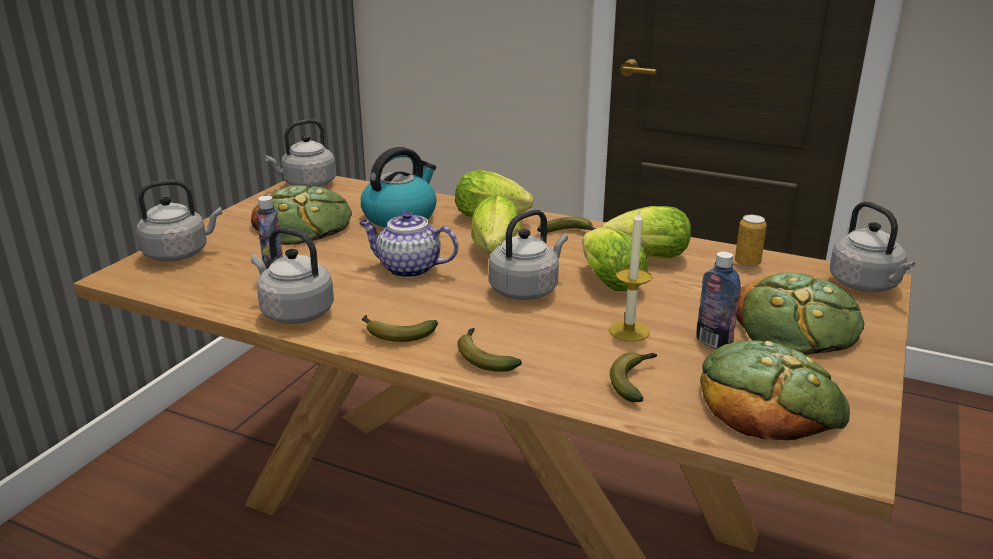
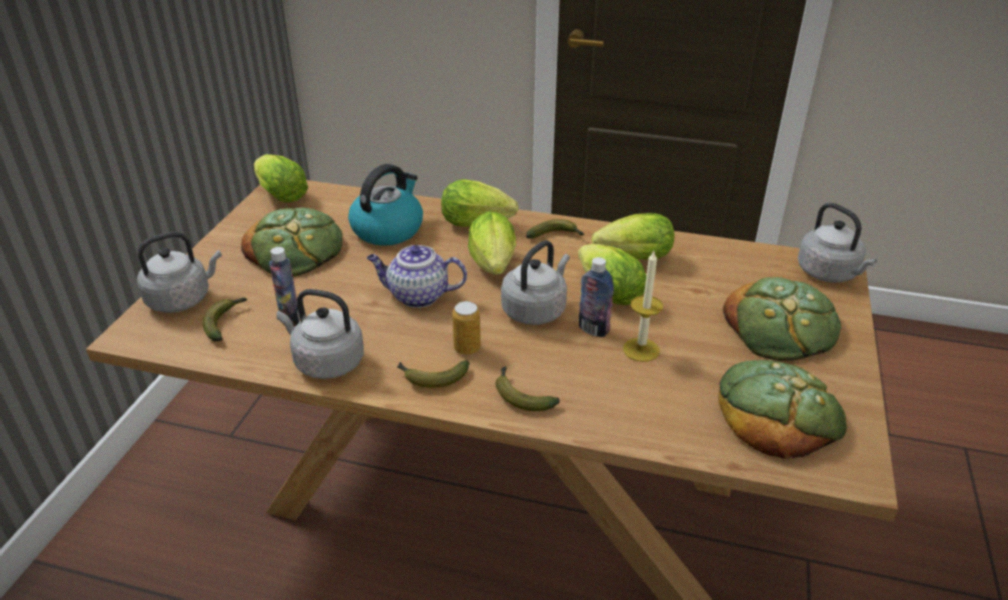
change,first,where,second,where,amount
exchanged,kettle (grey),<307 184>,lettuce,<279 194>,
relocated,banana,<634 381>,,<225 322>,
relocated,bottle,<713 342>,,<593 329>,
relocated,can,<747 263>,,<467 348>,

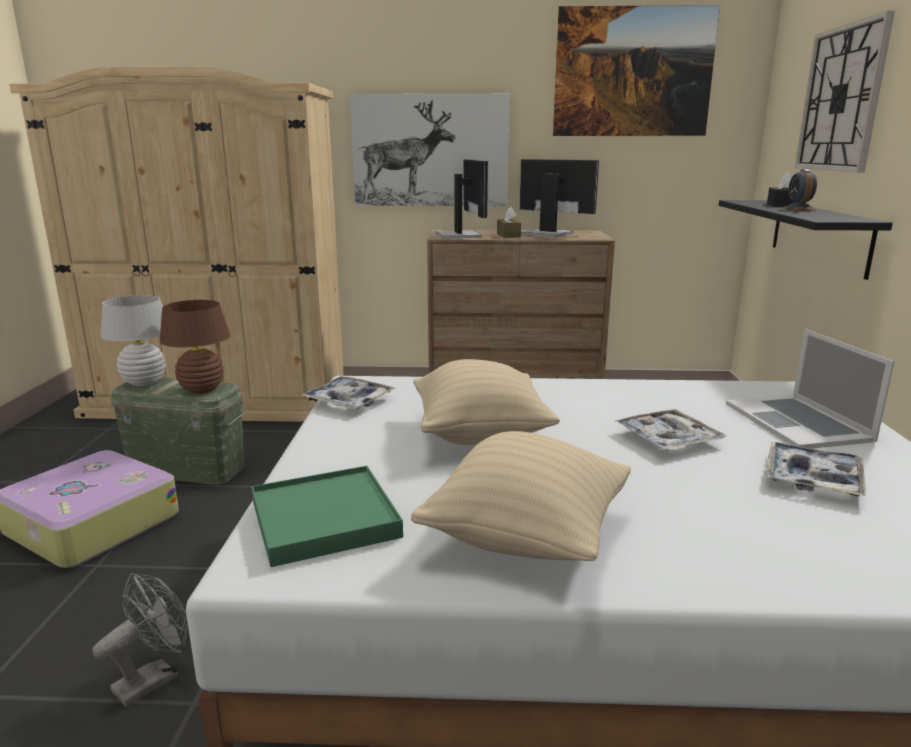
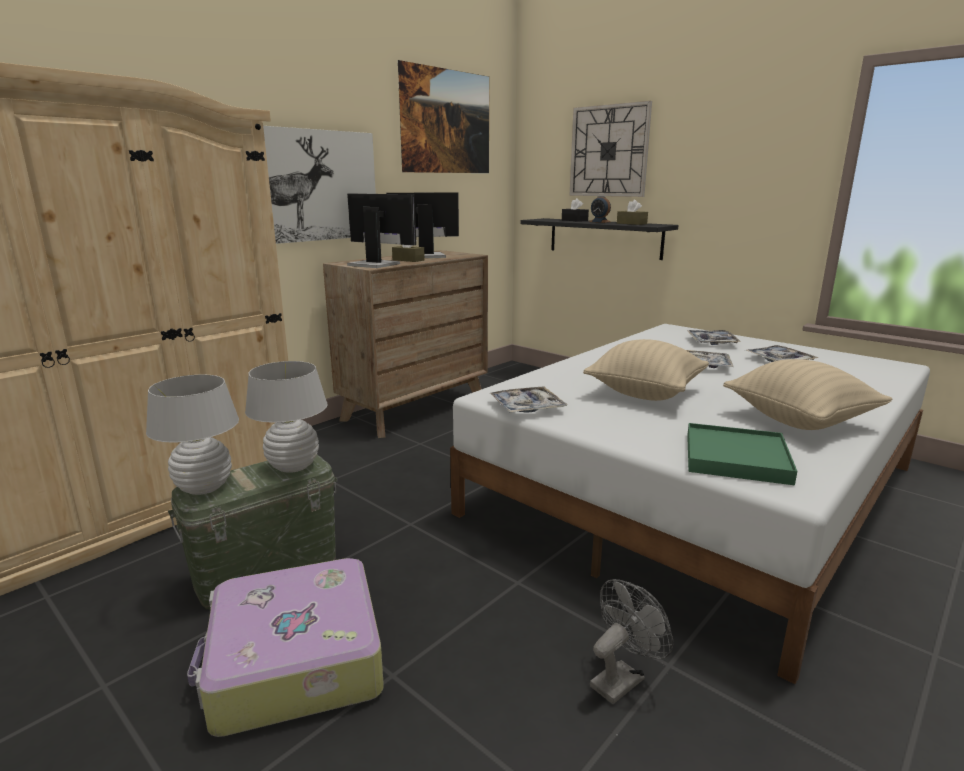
change,first,where,second,where,amount
spun,fan (grey),<154 678>,,<622 678>,60 degrees clockwise
colour,table lamp (brown),<202 389>,table lamp (white),<293 466>,
exchanged,laptop,<797 422>,tray,<712 342>,
appeared,,,tissue box (brown),<631 223>,

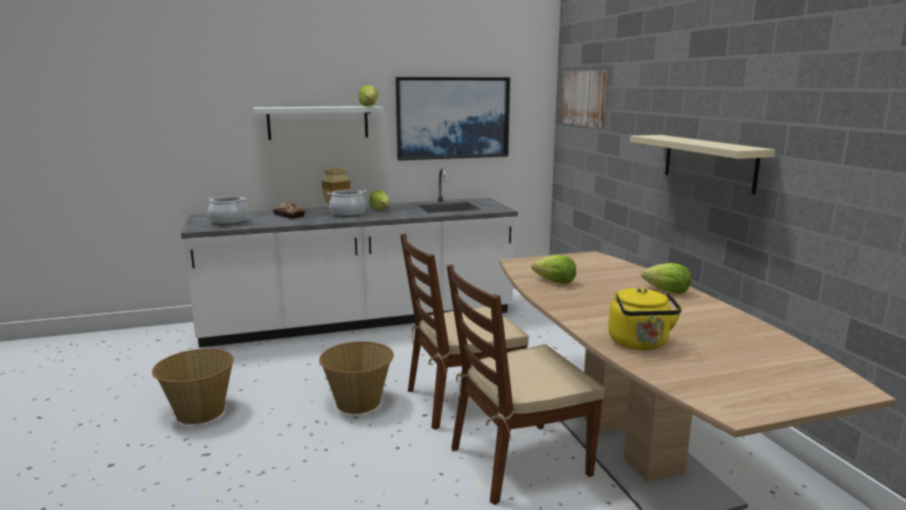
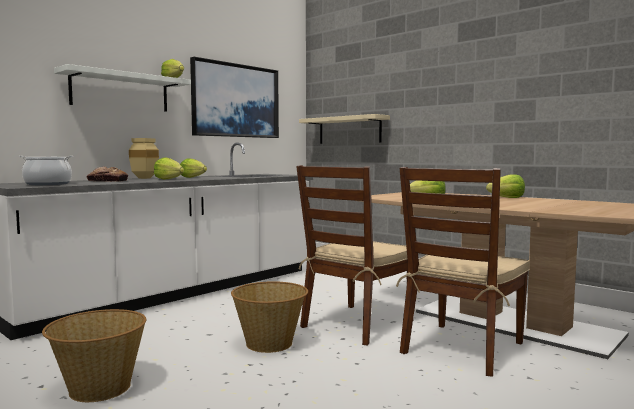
change,first,where,second,where,amount
exchanged,cooking pot,<347 214>,lettuce,<168 179>,
missing,picture,<584 98>,,,
missing,kettle (yellow),<640 344>,,,
relocated,shelf (beige),<708 162>,,<349 130>,

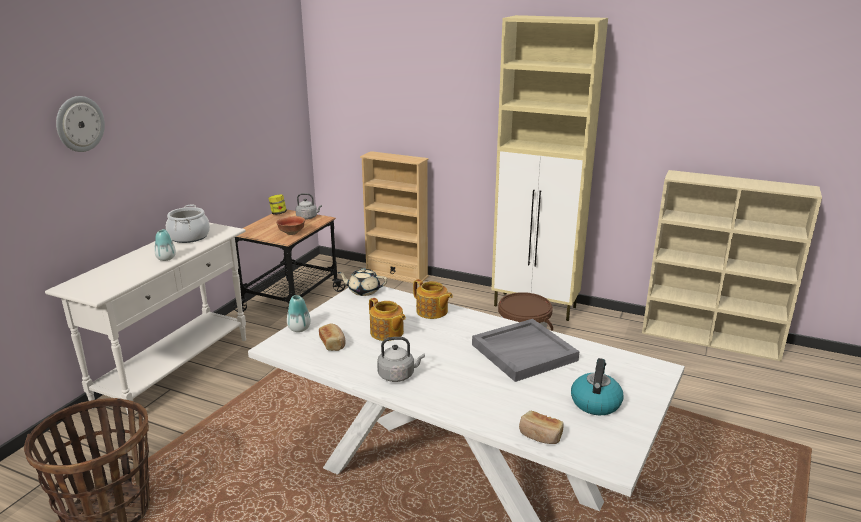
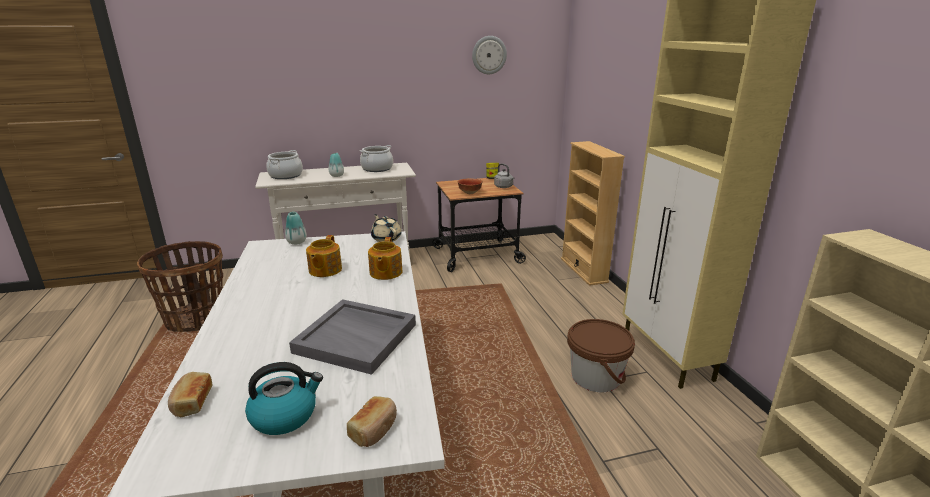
change,first,where,second,where,amount
relocated,wall clock,<79 124>,,<489 55>,
relocated,bread,<333 343>,,<374 430>,
missing,kettle (grey),<398 375>,,,
appeared,,,cooking pot,<286 175>,

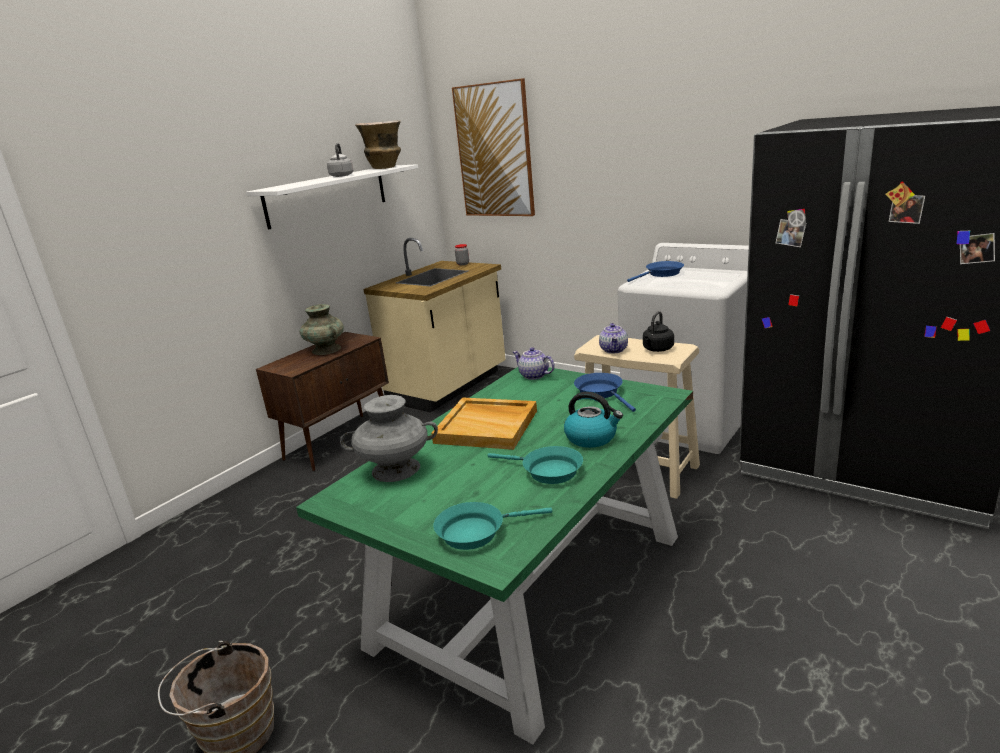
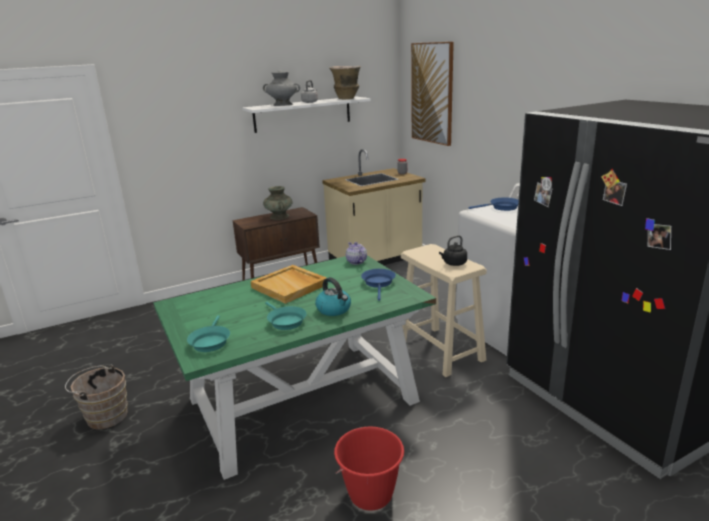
change,first,where,second,where,amount
relocated,vase (grey),<395 469>,,<282 104>,
spun,frying pan (turquoise),<476 531>,,<210 341>,105 degrees counterclockwise
missing,teapot,<614 350>,,,
appeared,,,bucket (red),<371 494>,

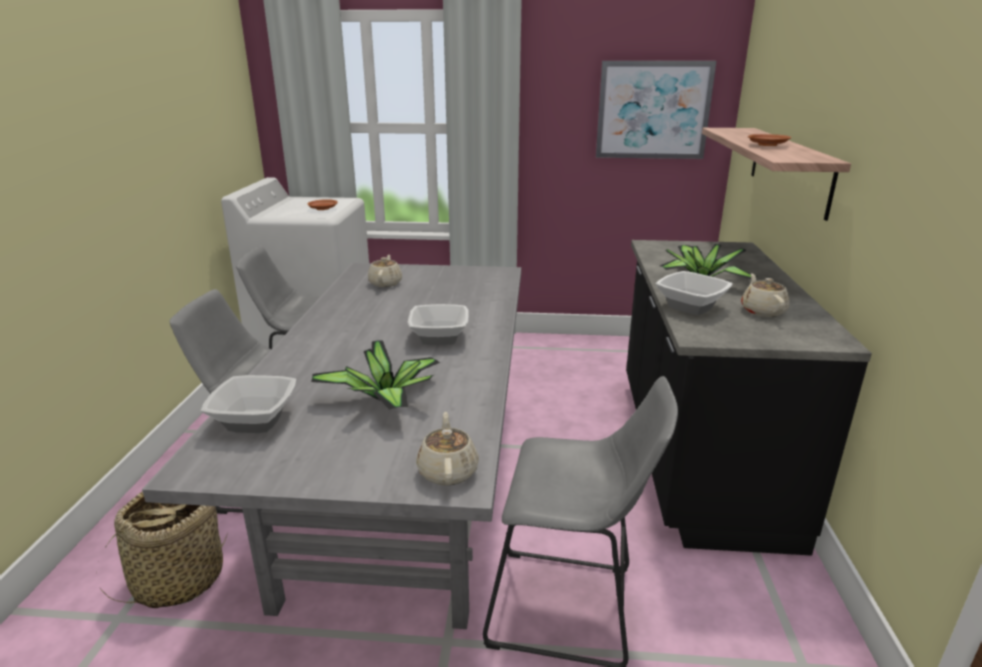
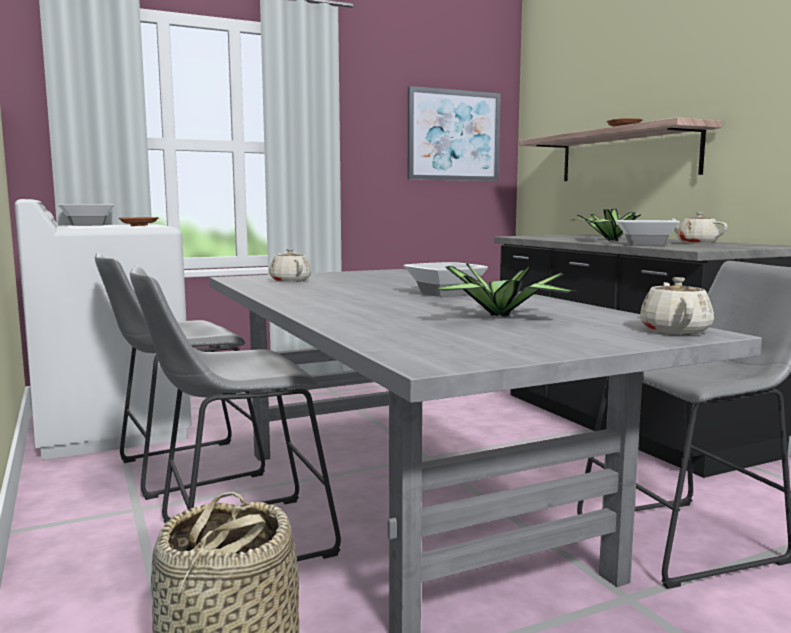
change,first,where,second,where,amount
relocated,bowl,<255 422>,,<88 225>,
spun,teapot (beige),<448 471>,,<674 331>,45 degrees clockwise

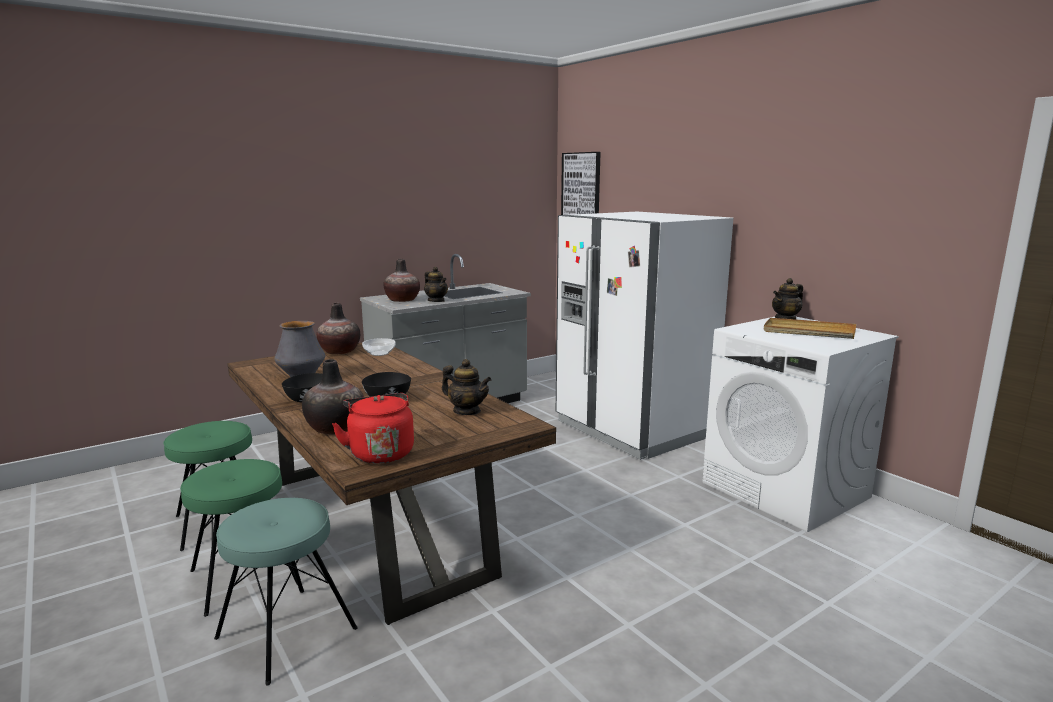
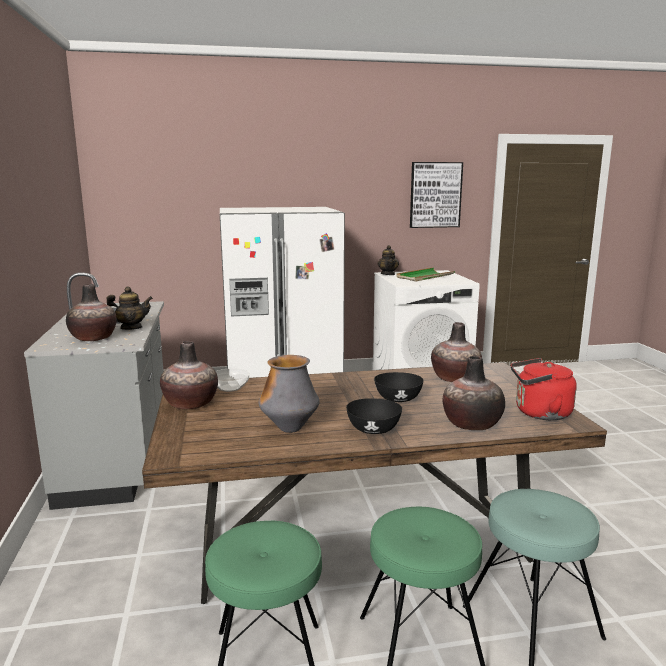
change,first,where,second,where,amount
exchanged,teapot,<467 411>,vase,<455 378>,
relocated,picture,<581 186>,,<435 195>,
colour,tray (beige),<808 332>,tray (green),<424 277>,

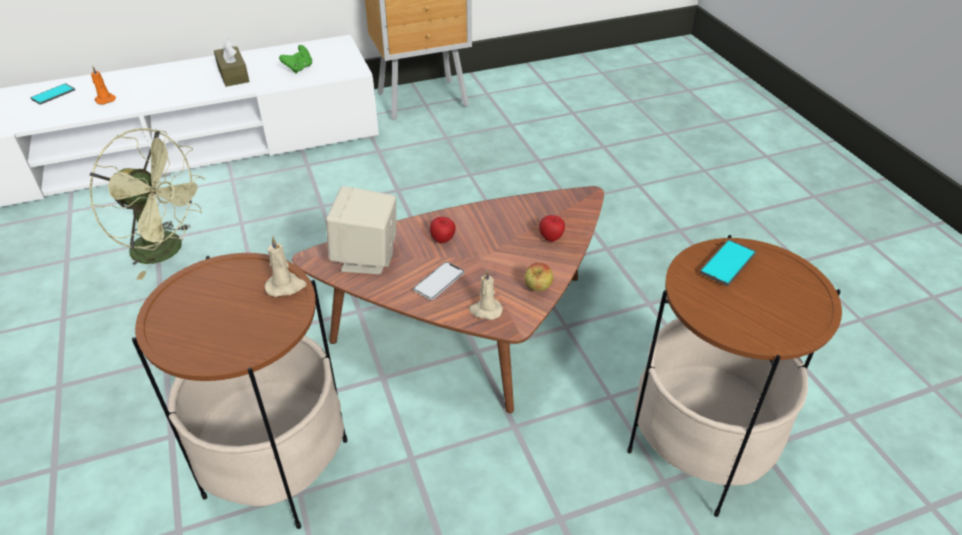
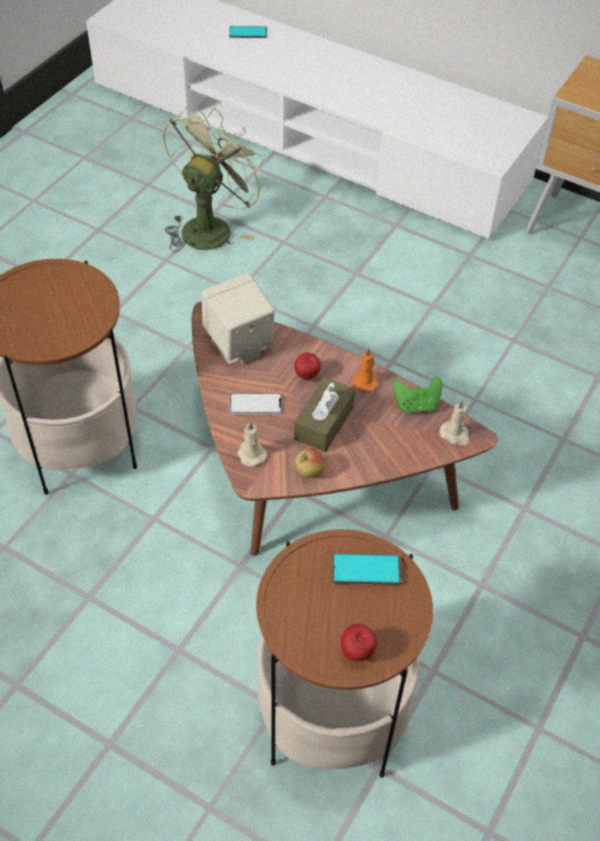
change,first,where,second,where,amount
spun,fan (green),<167 250>,,<211 226>,135 degrees counterclockwise
relocated,candle (orange),<105 99>,,<365 381>,
relocated,tissue box (brown),<233 75>,,<324 423>,
relocated,candle (beige),<286 286>,,<455 435>,
relocated,game controller (green),<299 68>,,<416 404>,
relocated,apple,<551 238>,,<357 652>,

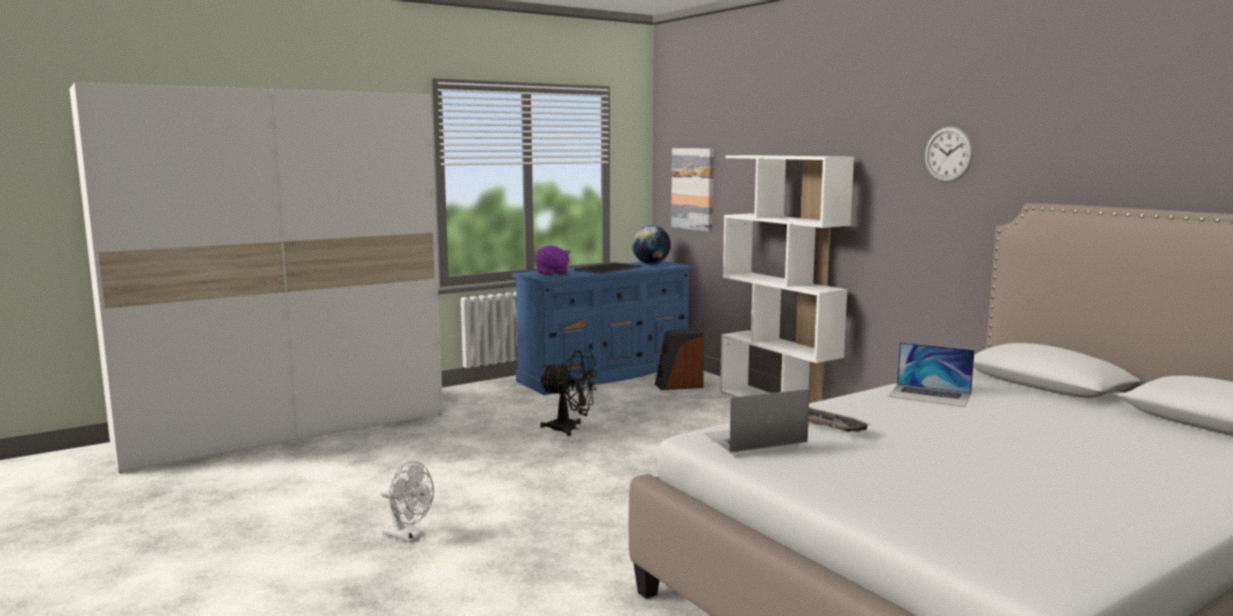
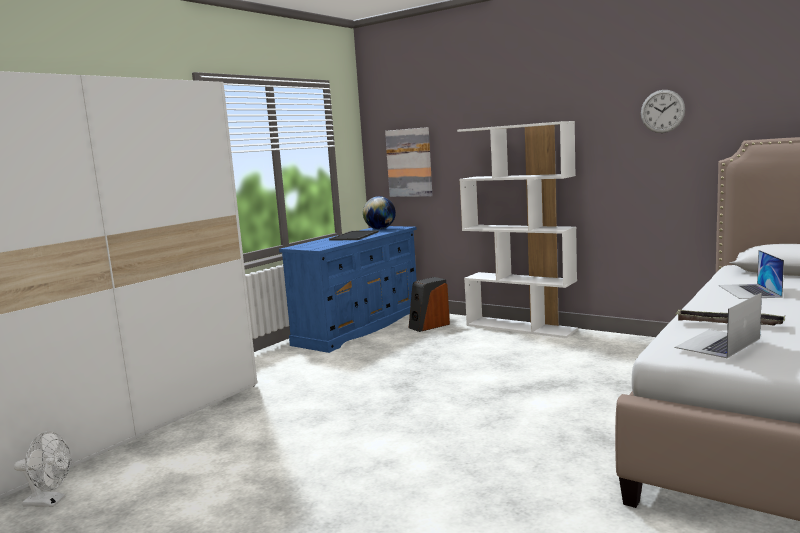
change,first,where,second,where,amount
relocated,fan (white),<408 536>,,<50 501>,
missing,plush toy (purple),<552 273>,,,
missing,fan (black),<571 429>,,,
spun,laptop,<930 395>,,<749 291>,90 degrees clockwise

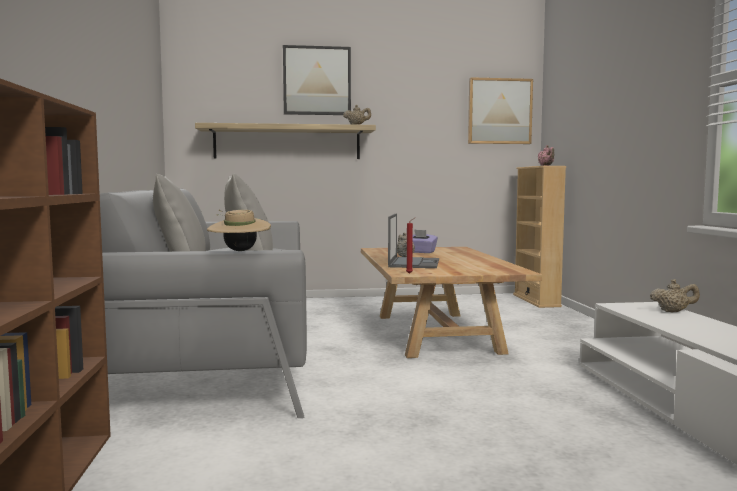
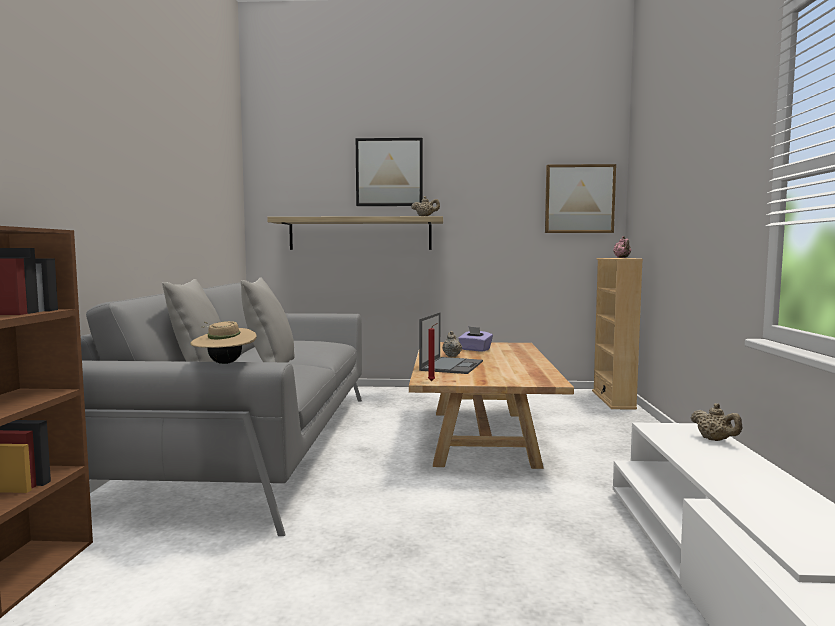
change,first,where,second,where,amount
spun,teapot (beige),<673 311>,,<715 440>,45 degrees clockwise

